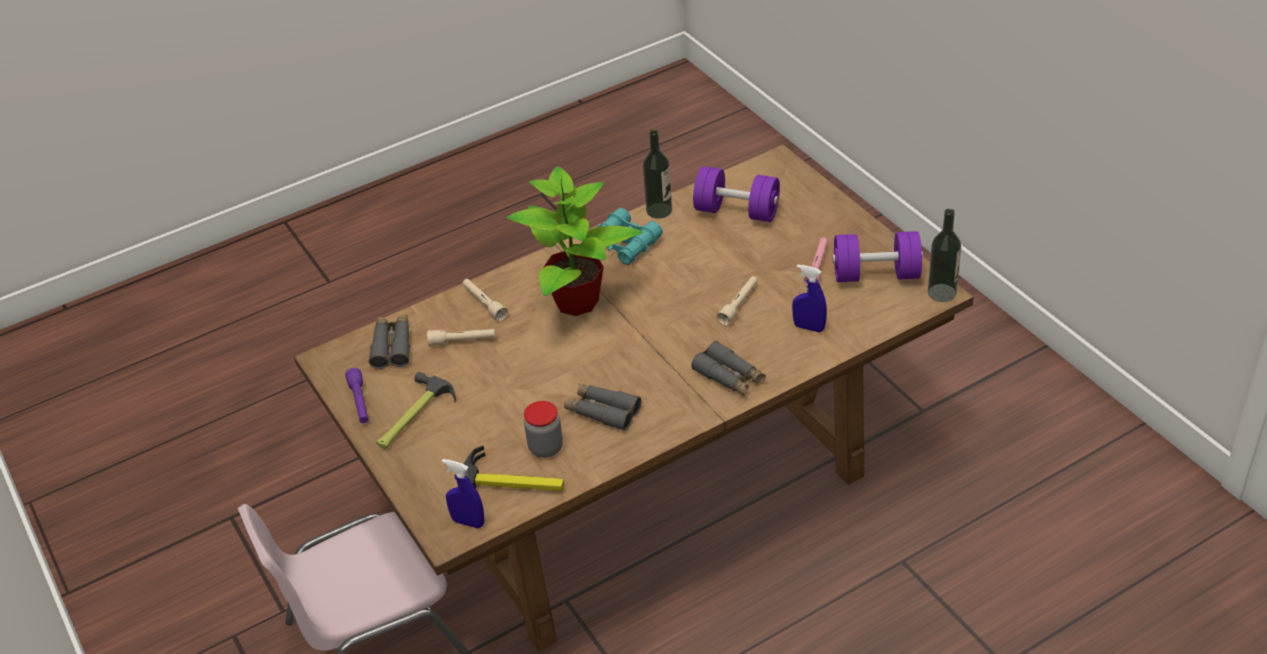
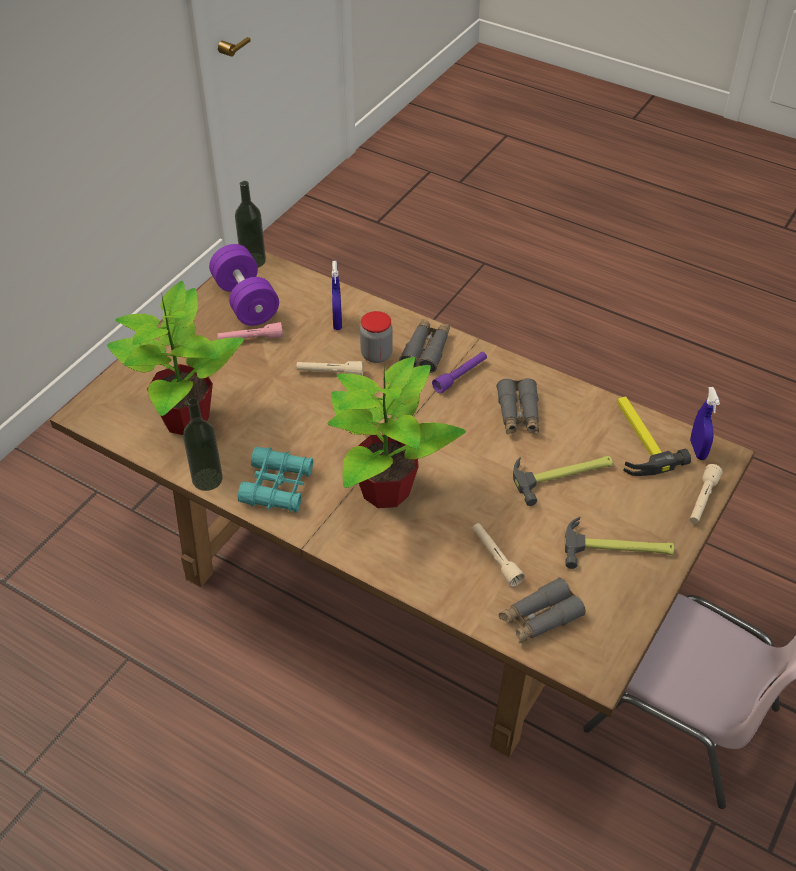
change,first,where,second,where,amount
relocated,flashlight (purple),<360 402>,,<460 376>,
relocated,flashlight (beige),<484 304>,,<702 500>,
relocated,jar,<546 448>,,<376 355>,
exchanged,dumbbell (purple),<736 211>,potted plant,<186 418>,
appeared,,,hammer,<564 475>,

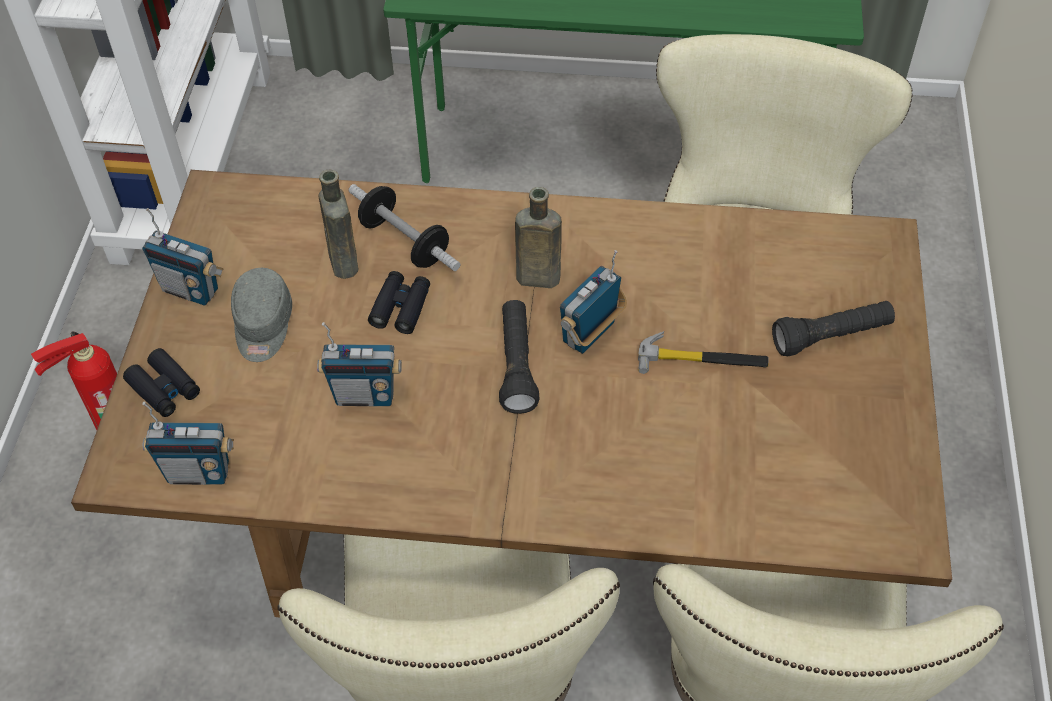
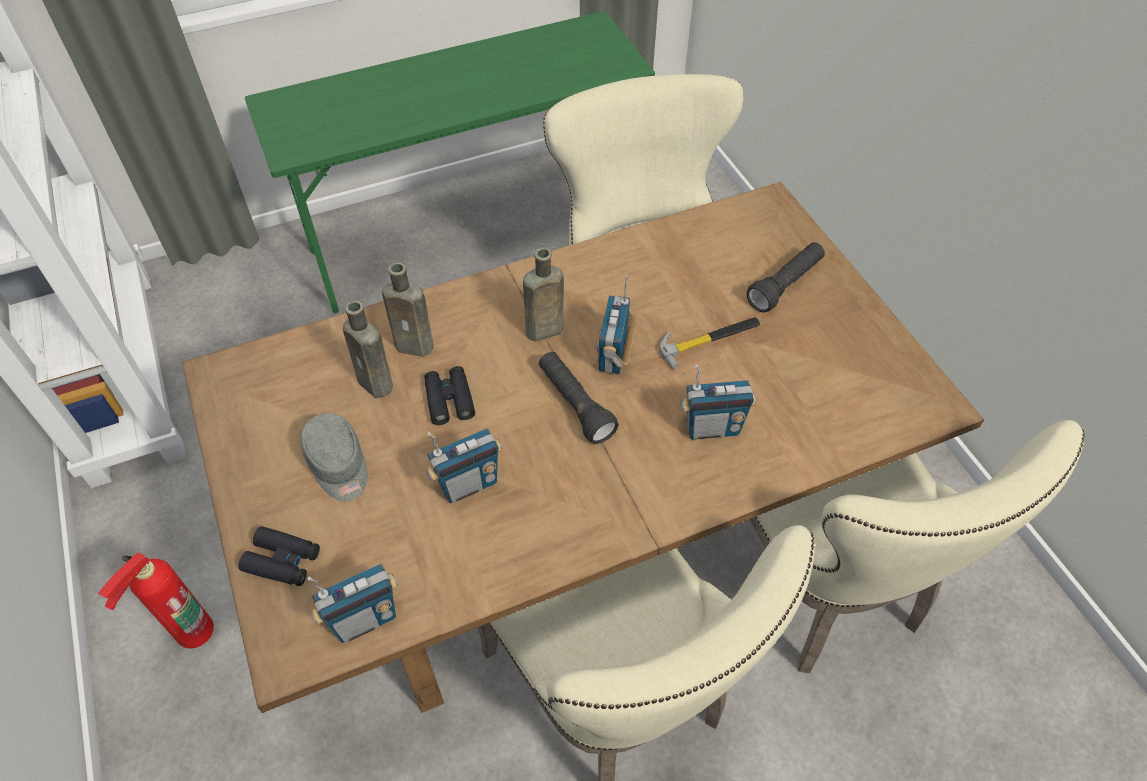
change,first,where,second,where,amount
relocated,radio,<191 290>,,<712 428>,
exchanged,dumbbell,<405 242>,bottle (brown),<417 346>,

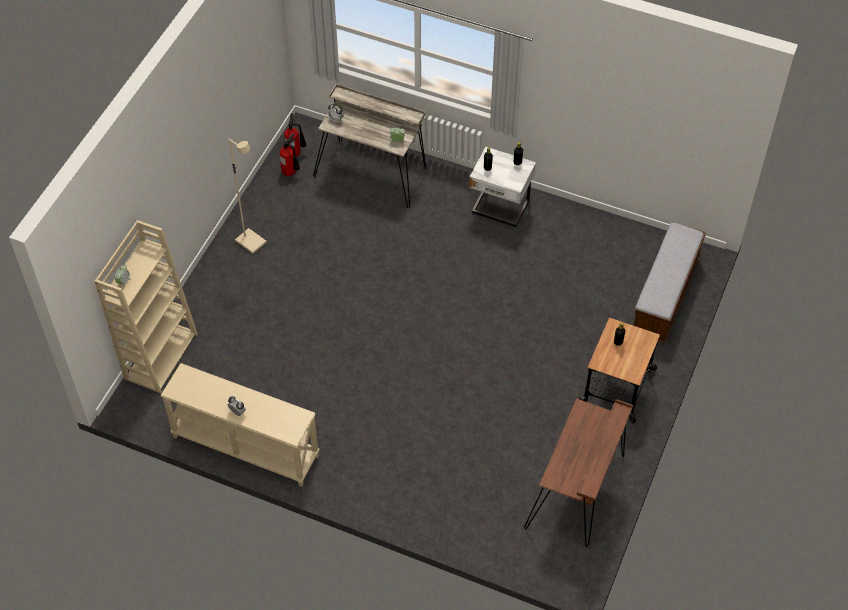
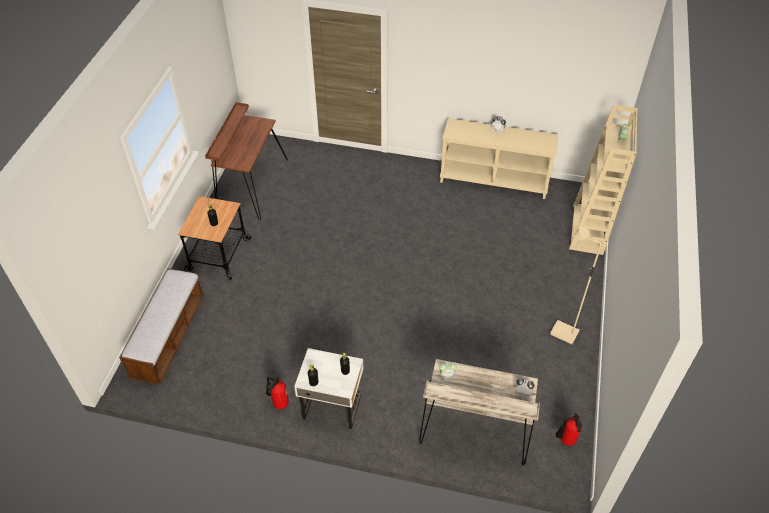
change,first,where,second,where,amount
relocated,fire extinguisher,<291 172>,,<278 403>,

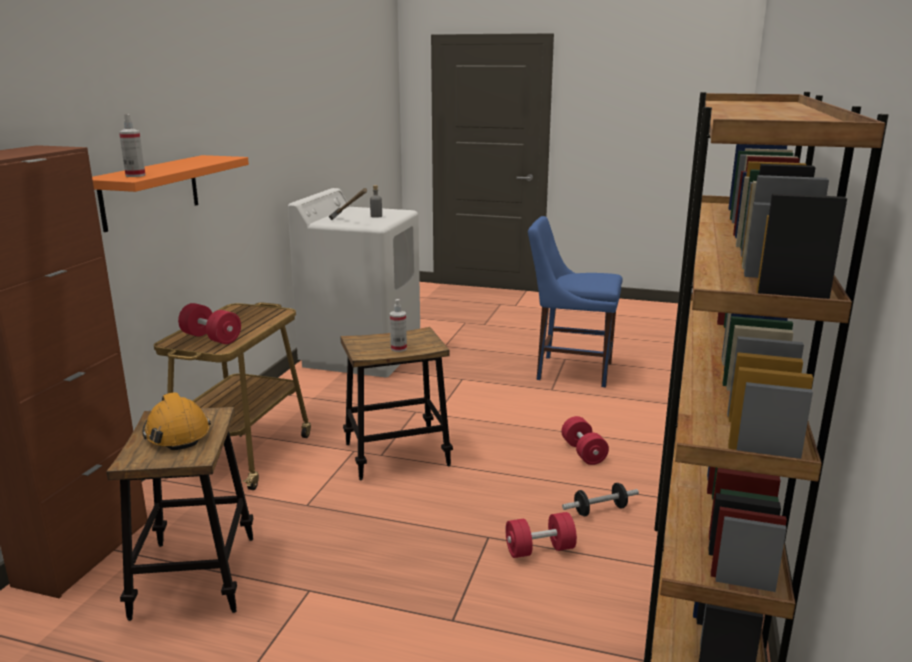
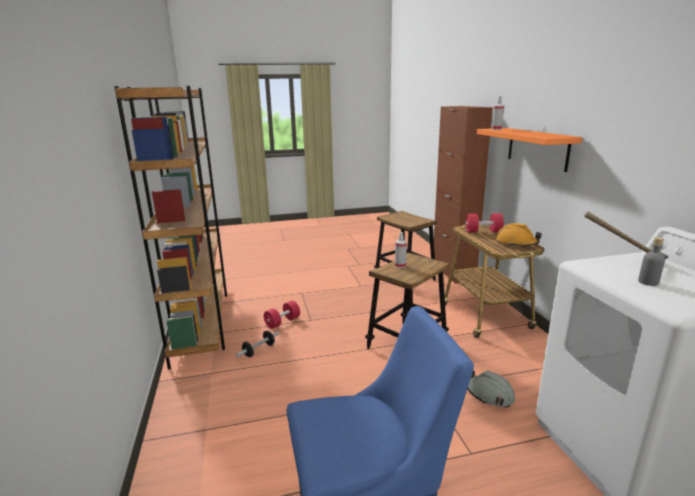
change,first,where,second,where,amount
relocated,hard hat (orange),<177 433>,,<516 243>,
missing,dumbbell (red),<583 452>,,,
appeared,,,hard hat (grey),<489 394>,

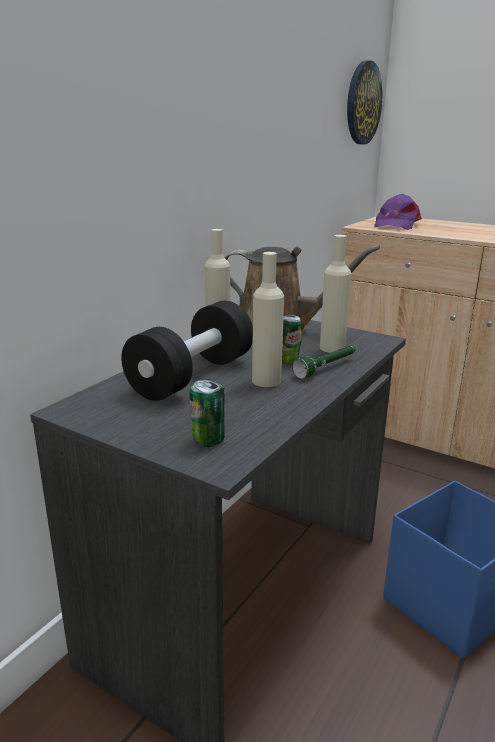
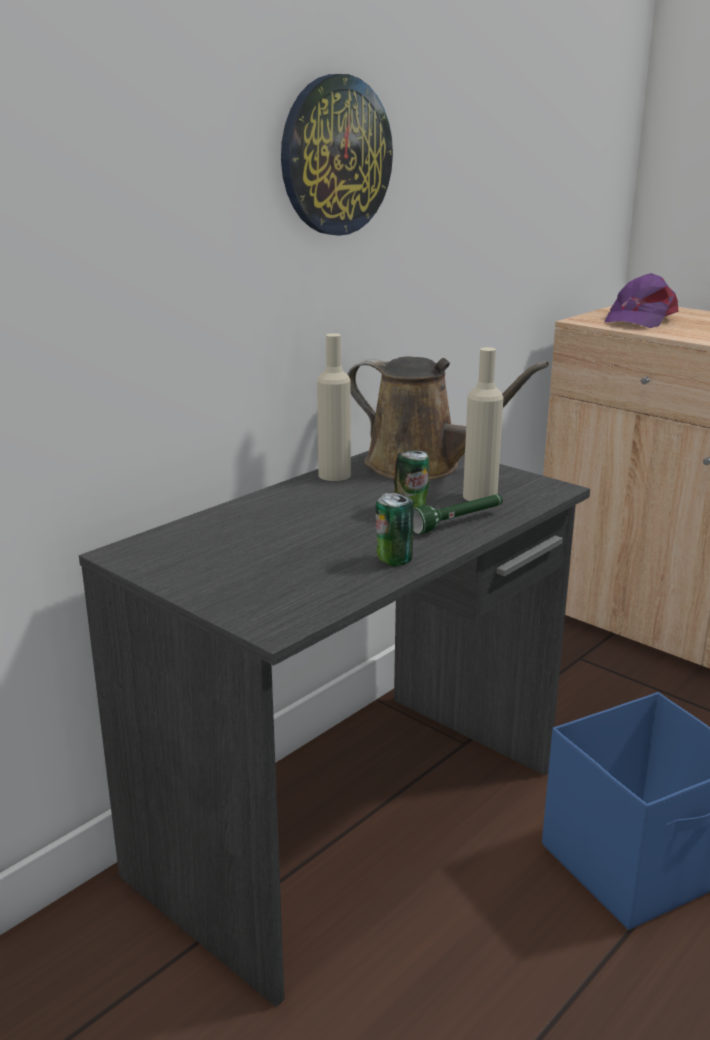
change,first,where,second,where,amount
missing,dumbbell (black),<192 376>,,,
relocated,can,<207 440>,,<393 560>,
missing,bottle (beige),<266 381>,,,
relocated,wall clock,<362 103>,,<335 156>,

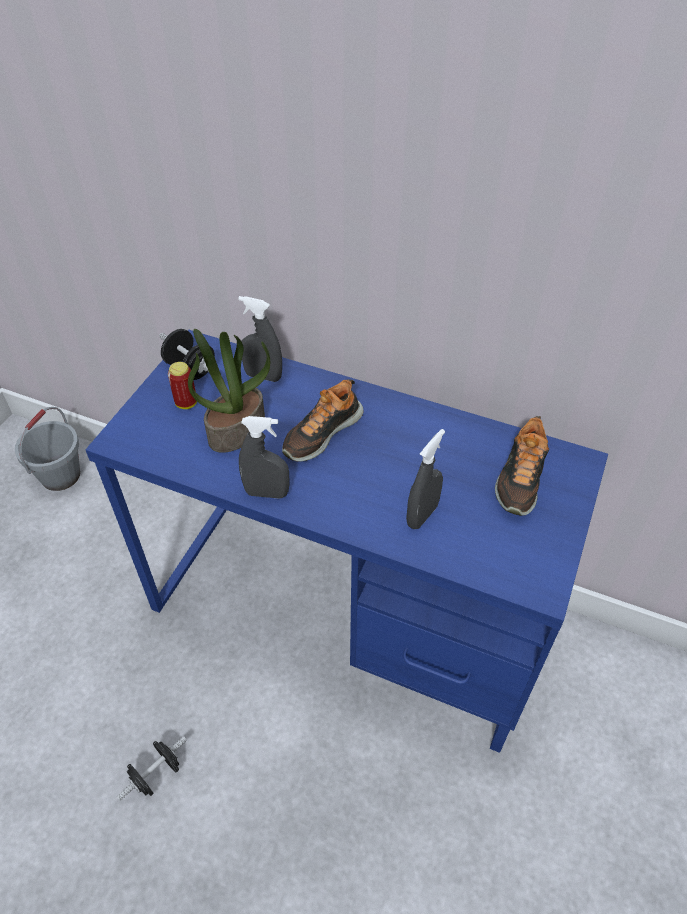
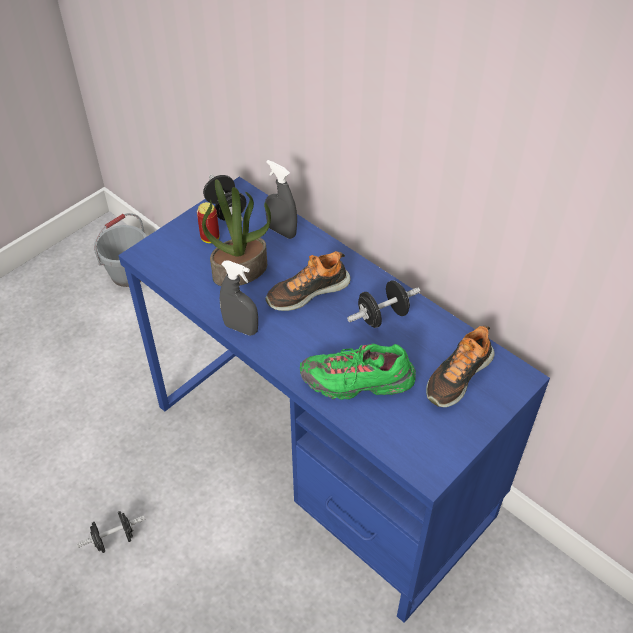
change,first,where,second,where,amount
exchanged,spray bottle (grey),<422 515>,shoe (green),<357 382>,
appeared,,,dumbbell (black),<382 316>,

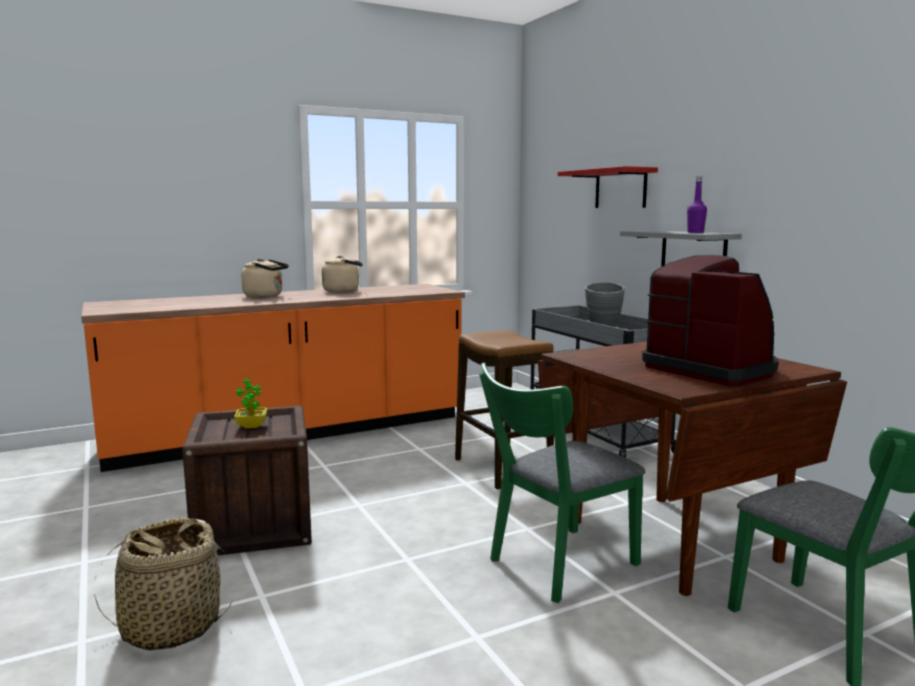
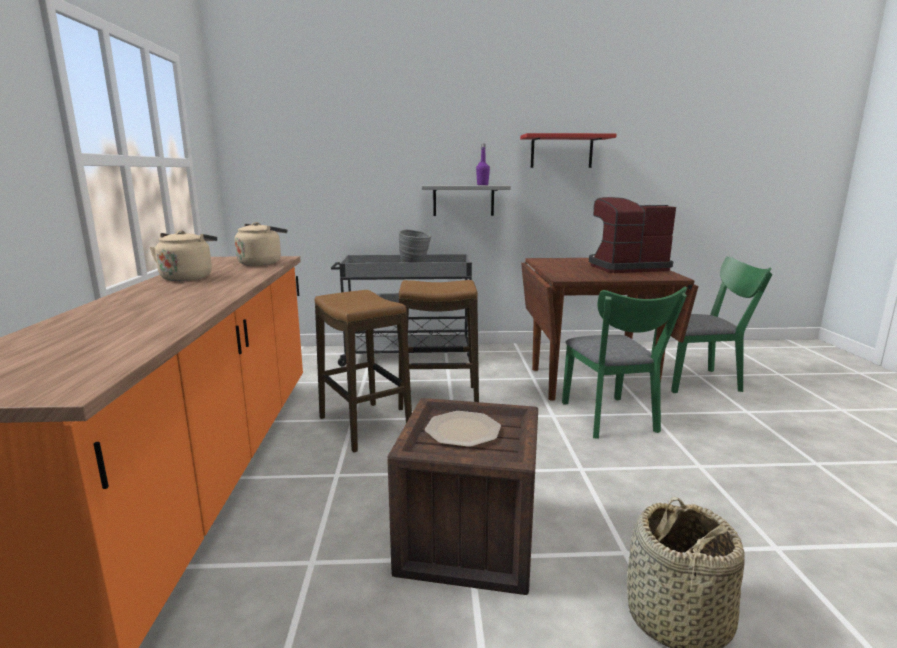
change,first,where,second,where,amount
exchanged,potted plant,<251 426>,plate,<463 431>,
relocated,kettle (beige),<266 296>,,<262 263>,
relocated,shelf (red),<620 189>,,<561 151>,
appeared,,,stool,<364 426>,

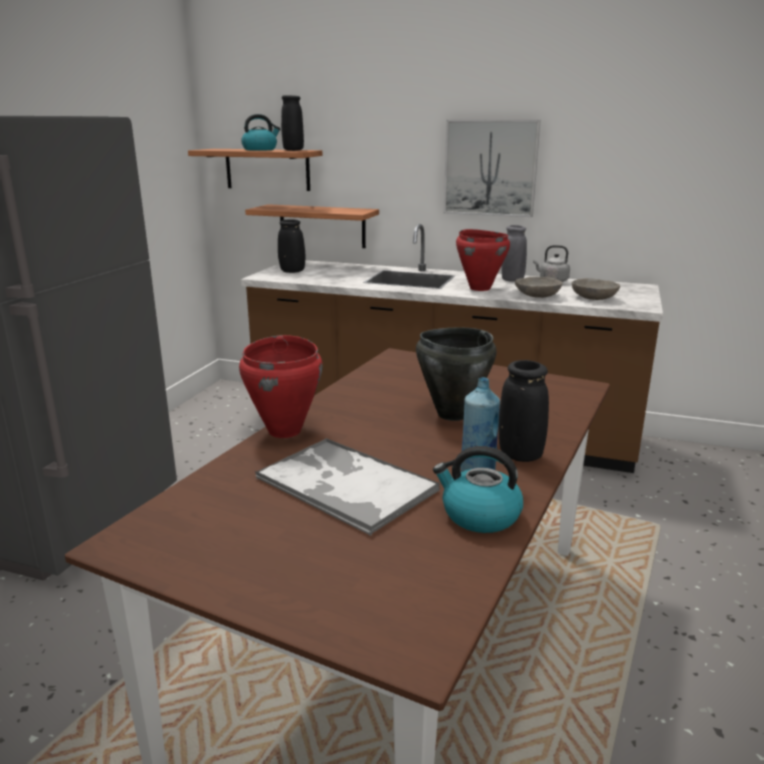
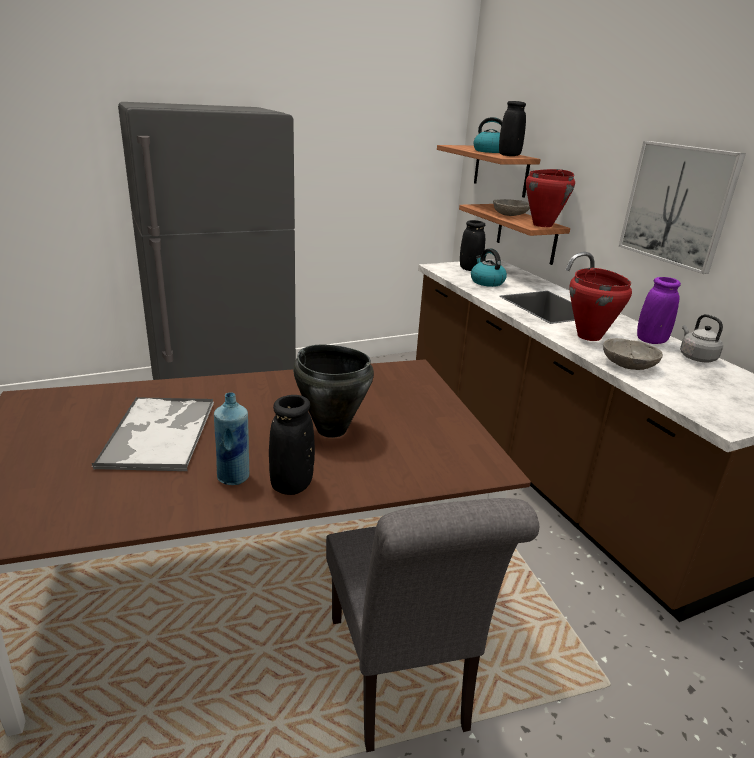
change,first,where,second,where,amount
relocated,cooking pot (red),<285 430>,,<543 225>,
relocated,kettle,<479 515>,,<486 282>,
colour,vase (grey),<512 280>,vase (purple),<651 341>,
relocated,bowl (grey),<594 298>,,<510 215>,
appeared,,,chair (grey),<400 680>,

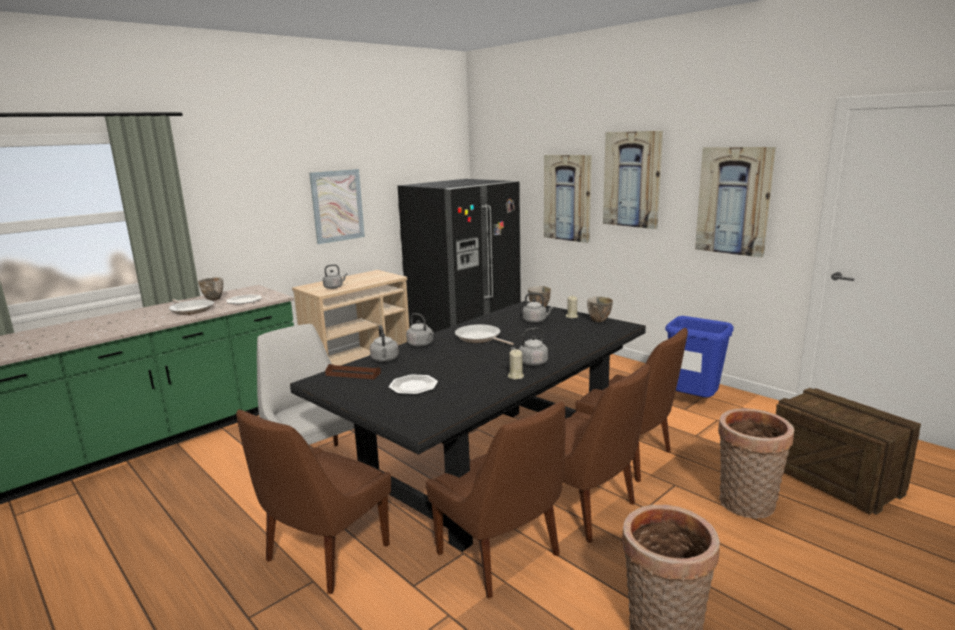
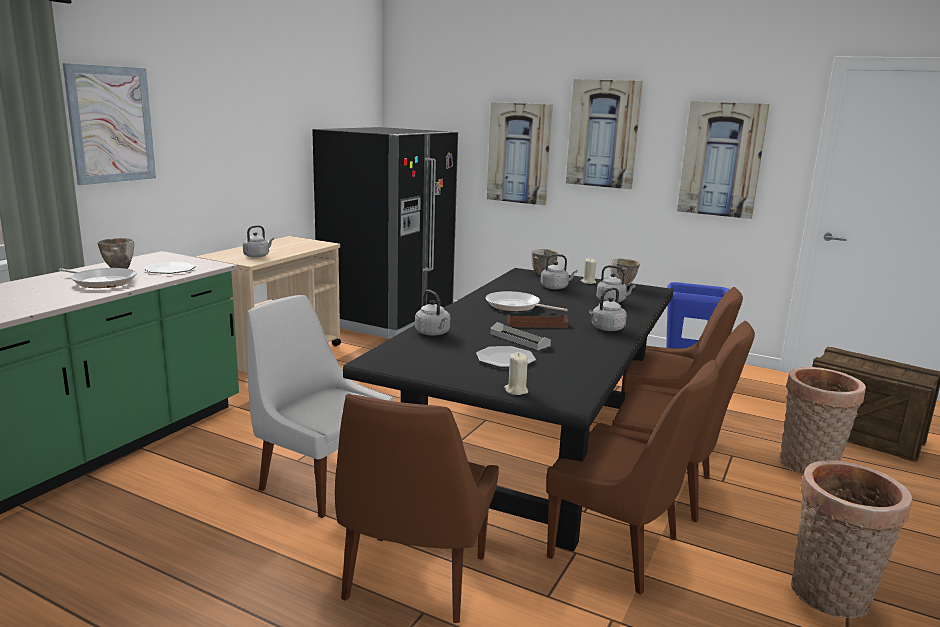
change,first,where,second,where,amount
relocated,picture,<337 206>,,<111 124>,
relocated,tray (brown),<353 374>,,<537 324>,
relocated,kettle (grey),<421 345>,,<612 301>,
relocated,candle (beige),<515 376>,,<516 390>,
appeared,,,tray (grey),<519 339>,

